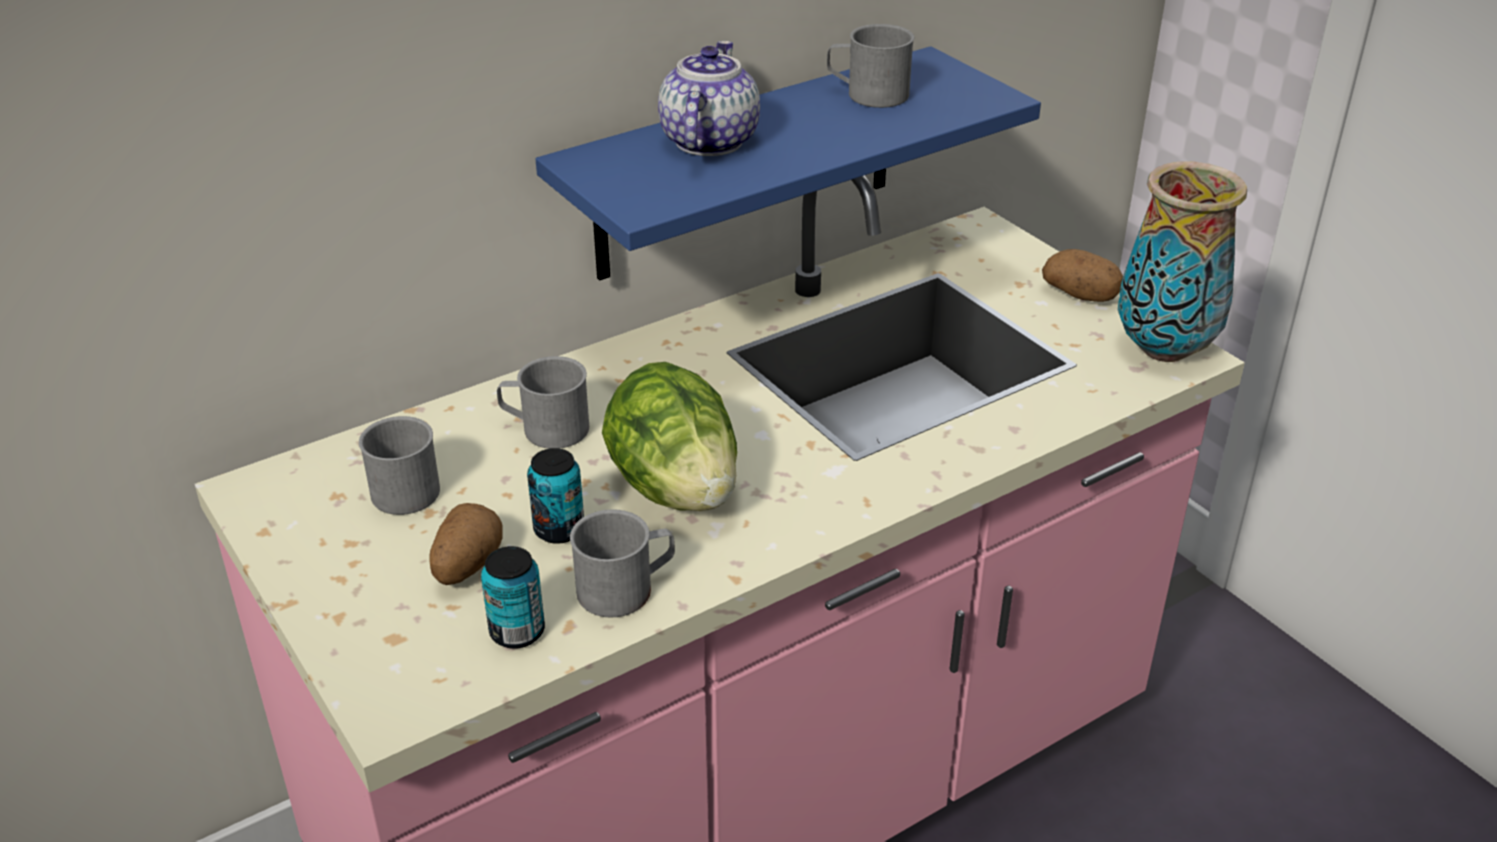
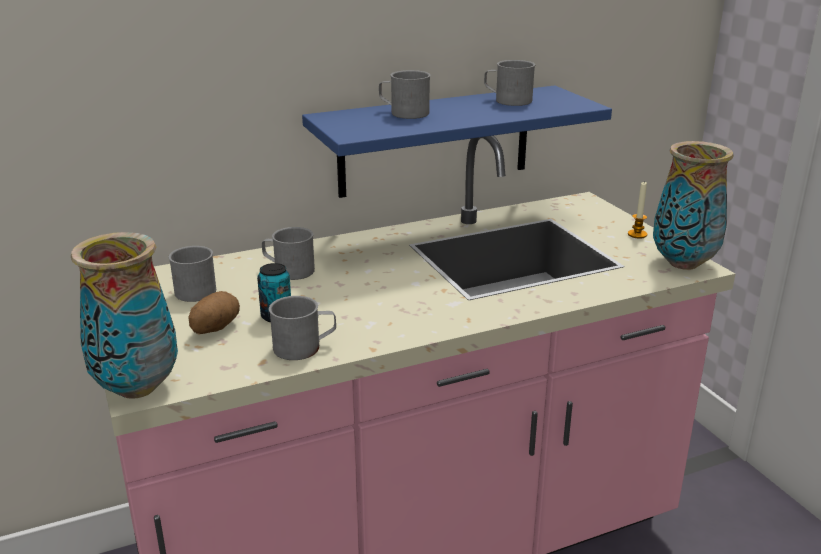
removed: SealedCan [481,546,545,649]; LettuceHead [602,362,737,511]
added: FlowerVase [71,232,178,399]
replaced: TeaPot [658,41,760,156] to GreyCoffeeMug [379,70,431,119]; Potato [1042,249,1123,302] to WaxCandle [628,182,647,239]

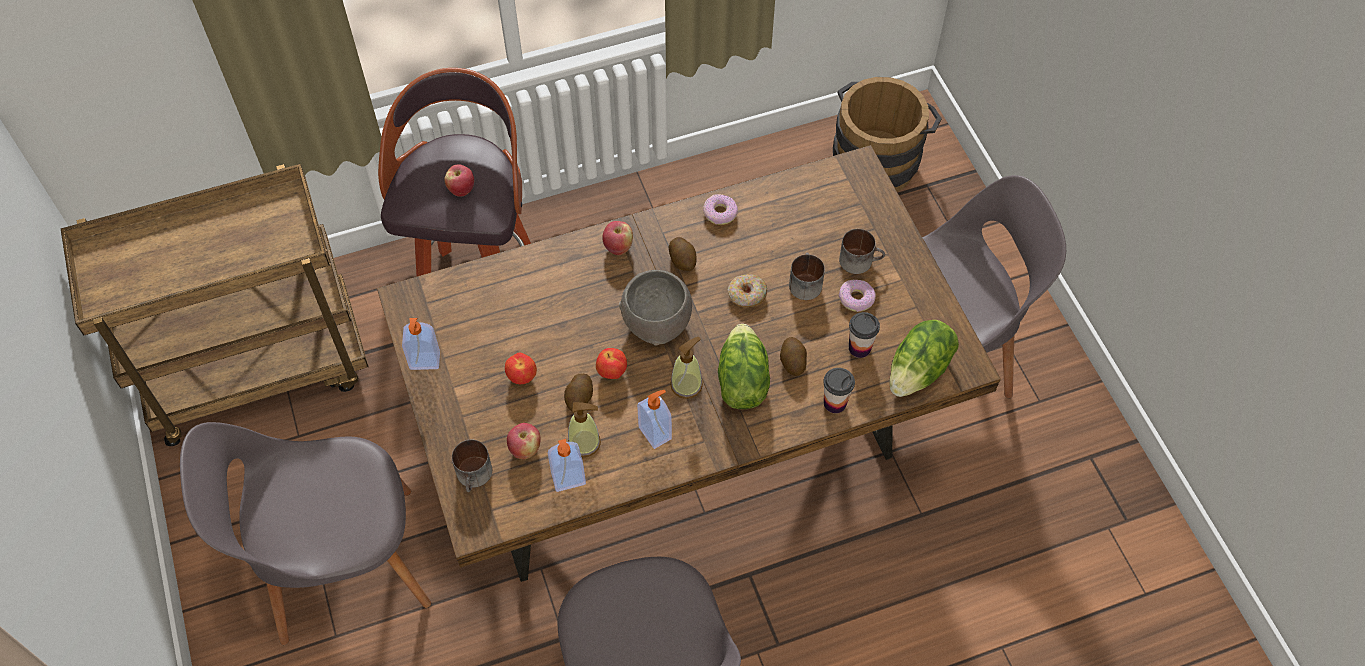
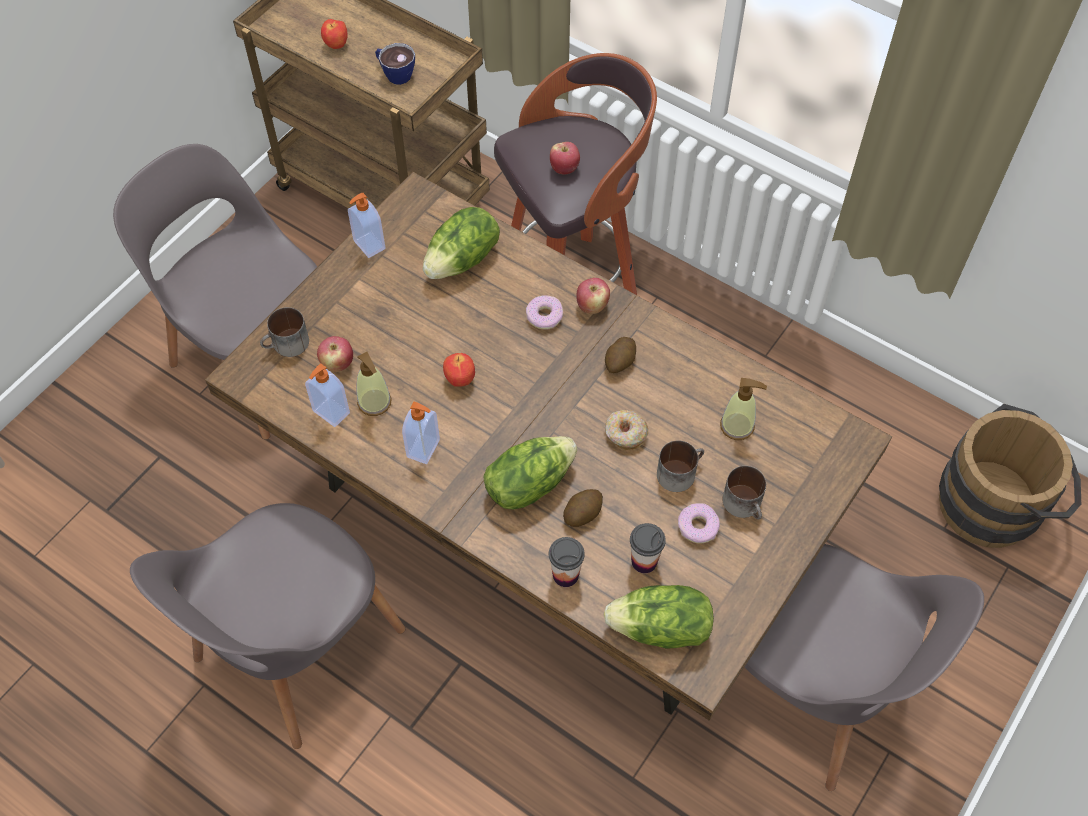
removed: Potato [564,374,593,411]; GreyBowl [619,270,692,345]
added: Cup [375,43,415,85]; LettuceHead [423,207,500,279]
moved: AppleFruit [505,352,537,384] to [321,19,348,49]; LiquidSoapBottle [670,337,703,399] to [720,378,767,440]; Donut [703,194,738,225] to [526,295,563,329]

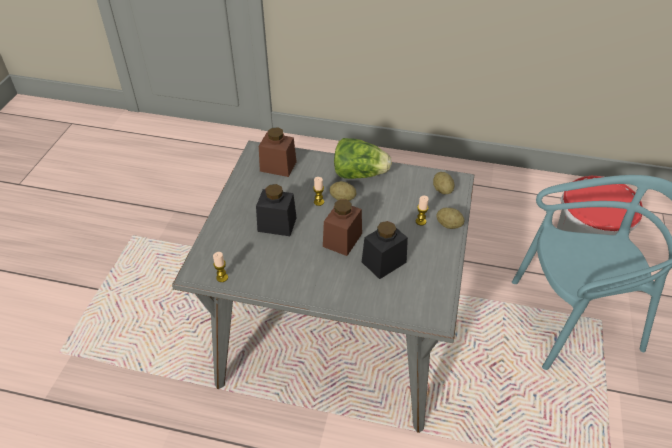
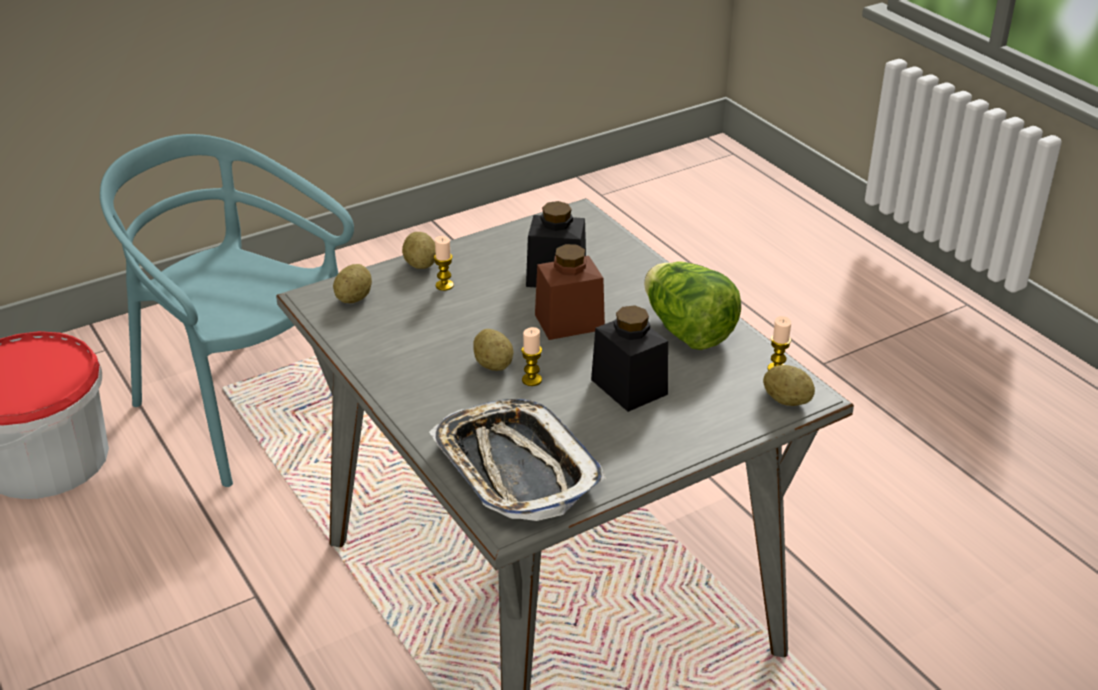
added: Potato [763,365,815,406]
moved: LettuceHead [334,138,392,179] to [644,261,741,350]
replaced: BrownColouredJar [259,127,297,177] to Tray [429,399,606,521]

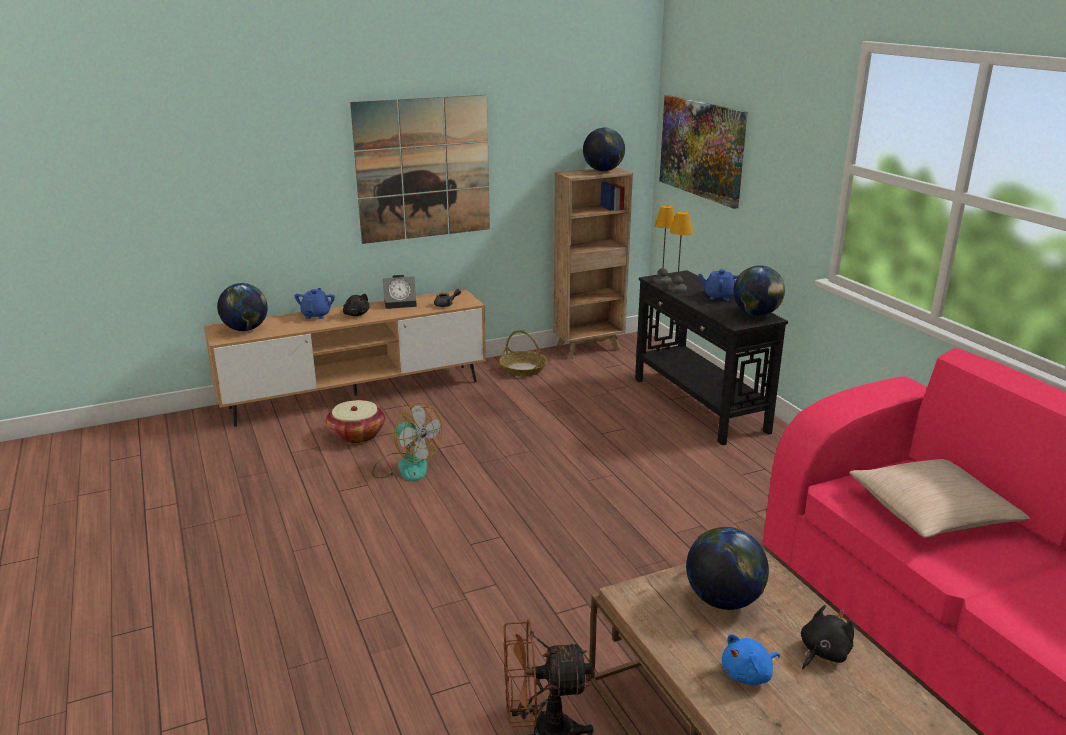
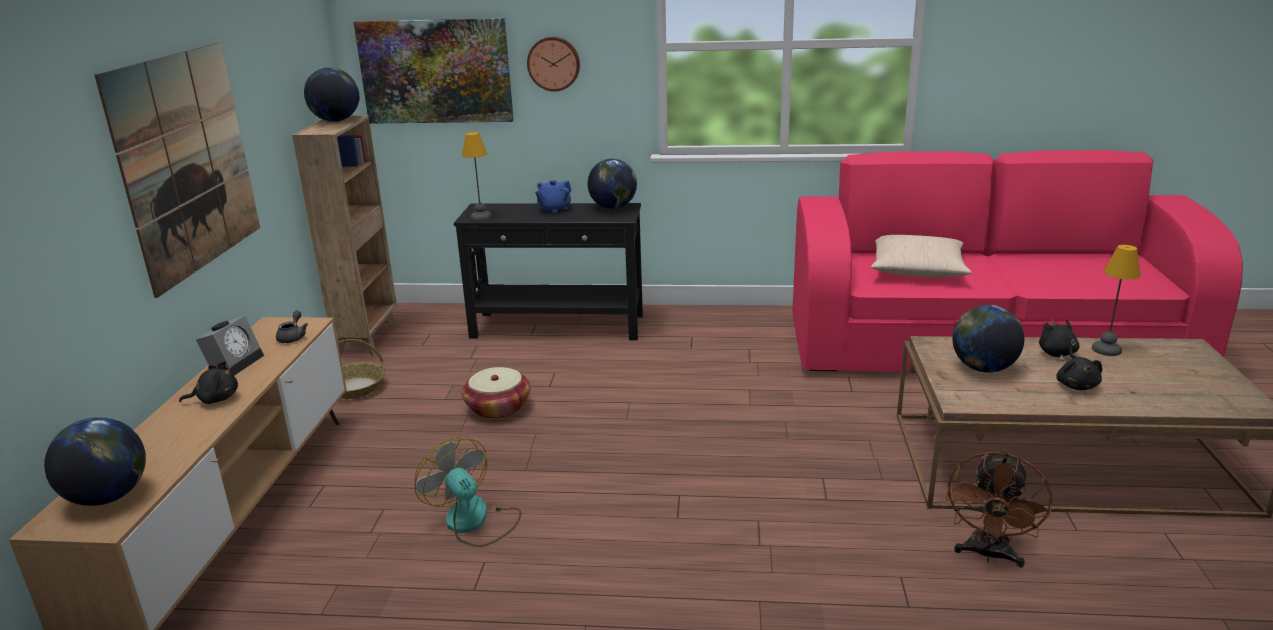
removed: BlueColouredTeaPot [294,288,335,319]
added: WallClock [527,37,580,92]
moved: Basket [326,400,385,444] to [462,367,530,419]; LampForATable [668,211,693,292] to [1092,245,1141,356]
recoloured: BlueColouredSoftToy [722,634,780,685] to BlackSoftToy [1056,357,1103,390]
turned: CoolingFan [372,403,442,481] = [415,437,522,547] 105 degrees counterclockwise

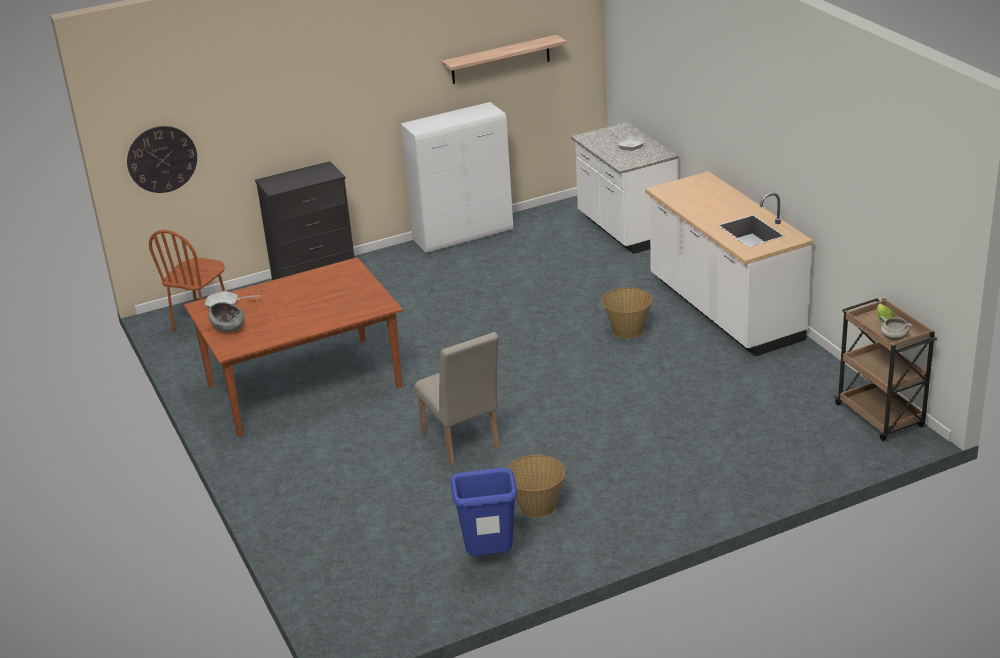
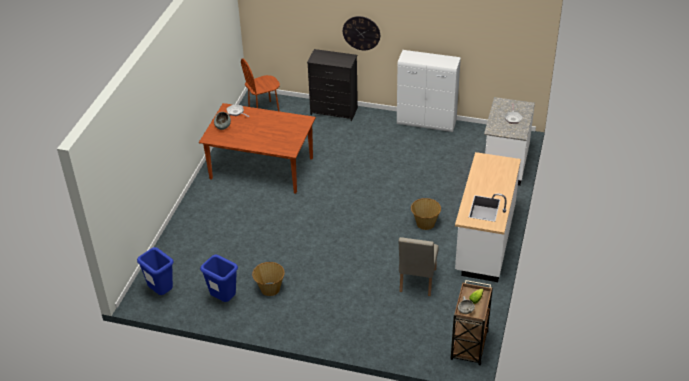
removed: WallShelf [442,35,567,84]
added: BlueColouredTrashCan [137,247,174,295]
moved: WallClock [127,126,197,193] to [343,16,380,50]; BeigePlainChair [415,332,500,465] to [399,237,439,296]

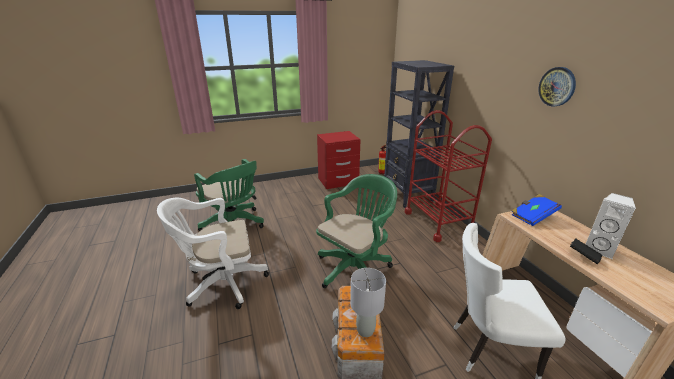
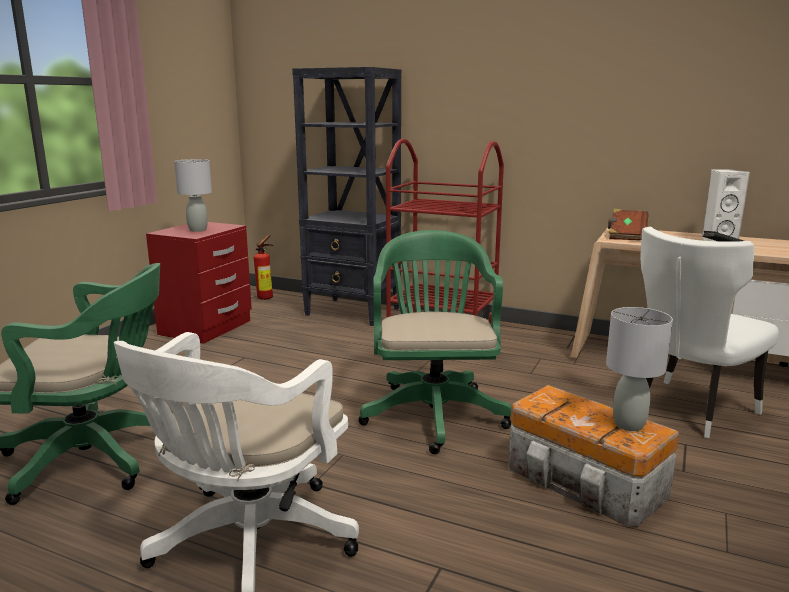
removed: WallClock [539,67,576,106]
added: GreyLampForATable [174,159,212,232]
recoloured: BlueColouredBook [512,194,562,226] to BrownColouredBook [608,209,649,240]

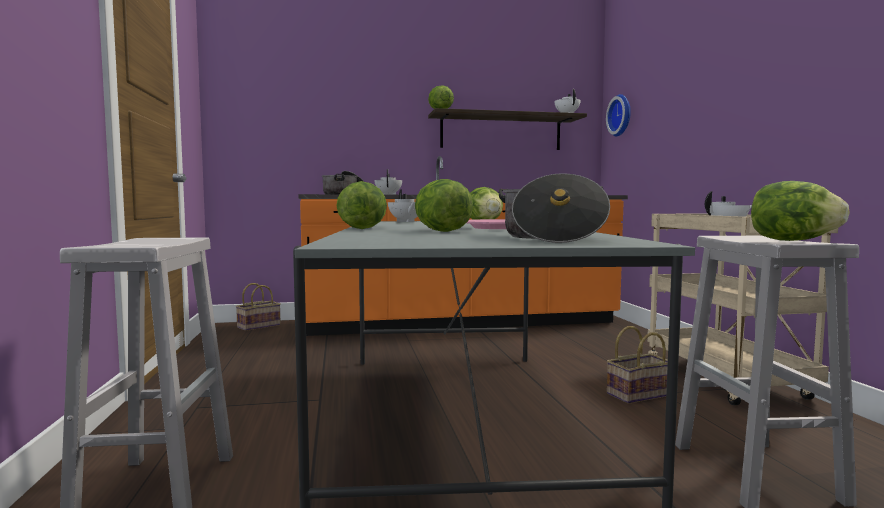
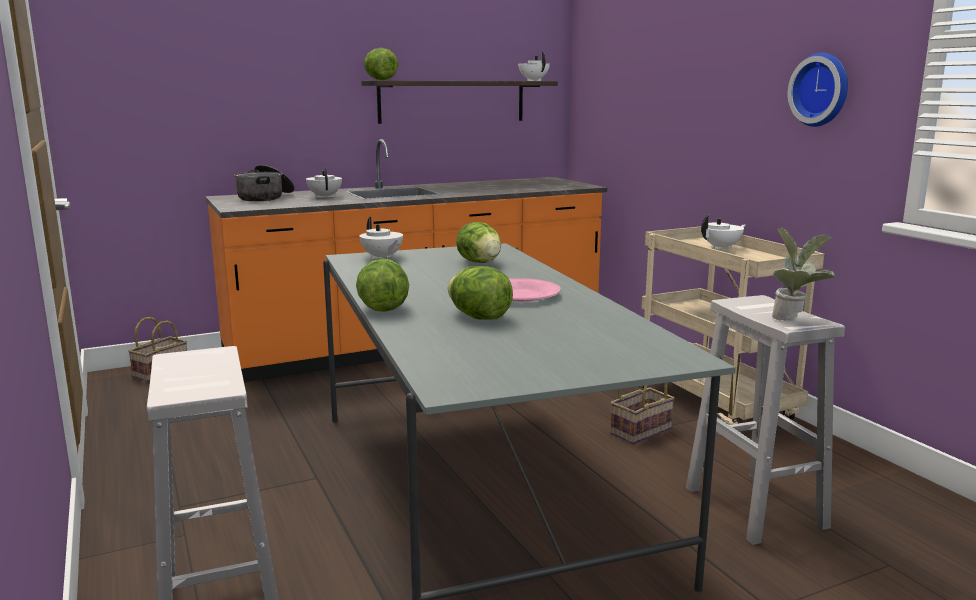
removed: Stockpot [499,173,610,243]
moved: WallClock [606,94,631,137] to [788,52,848,127]
replaced: LettuceHead [751,181,850,241] to PlantInAPot [772,227,835,321]

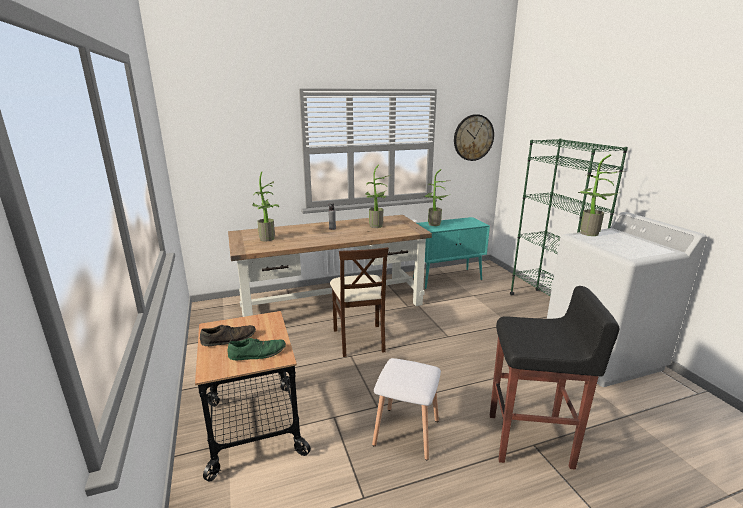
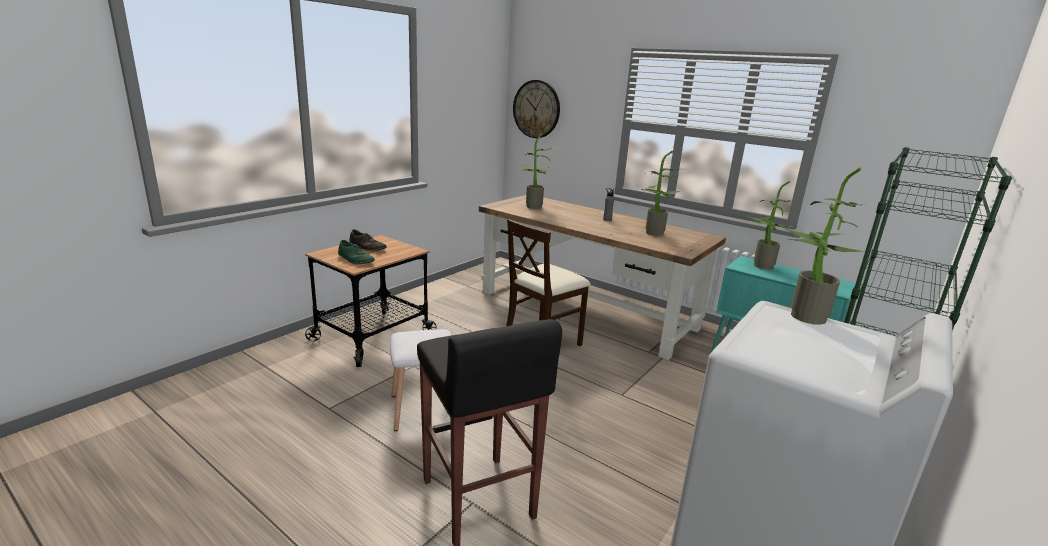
moved: WallClock [454,114,494,161] to [513,80,560,138]

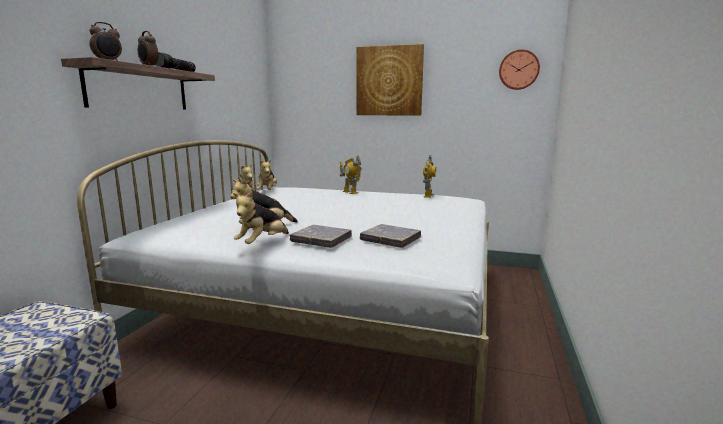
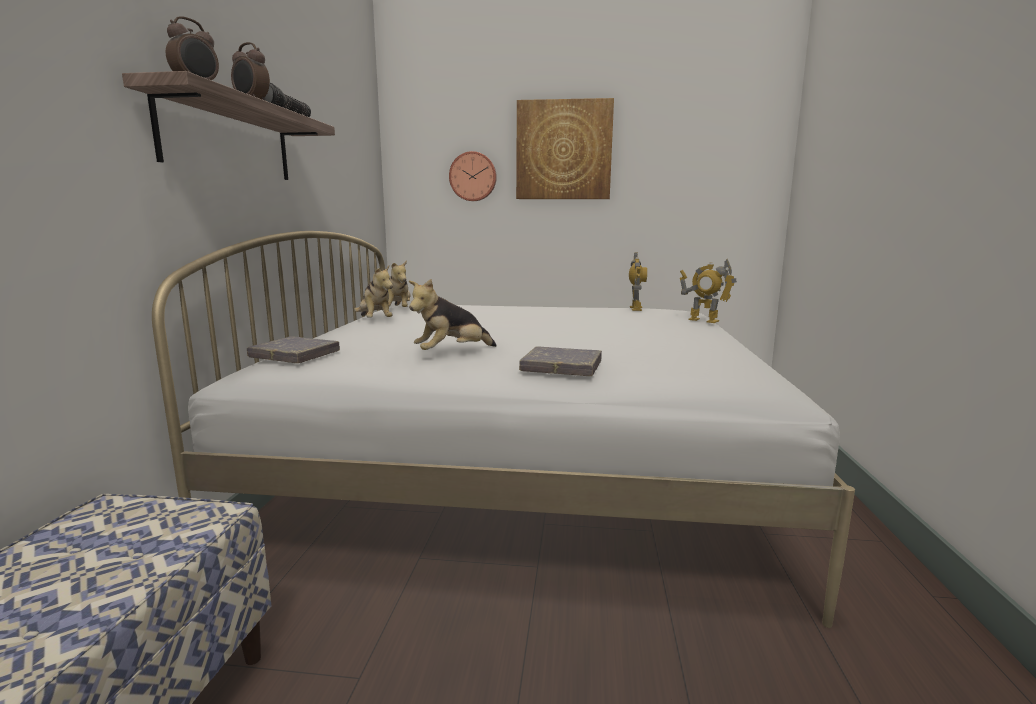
removed: SoftToy [233,191,289,244]
moved: RobotFigure [340,155,362,194] to [680,259,737,323]; GreyBook [360,224,421,248] to [247,336,340,363]; WallClock [499,49,540,90] to [449,151,497,201]

